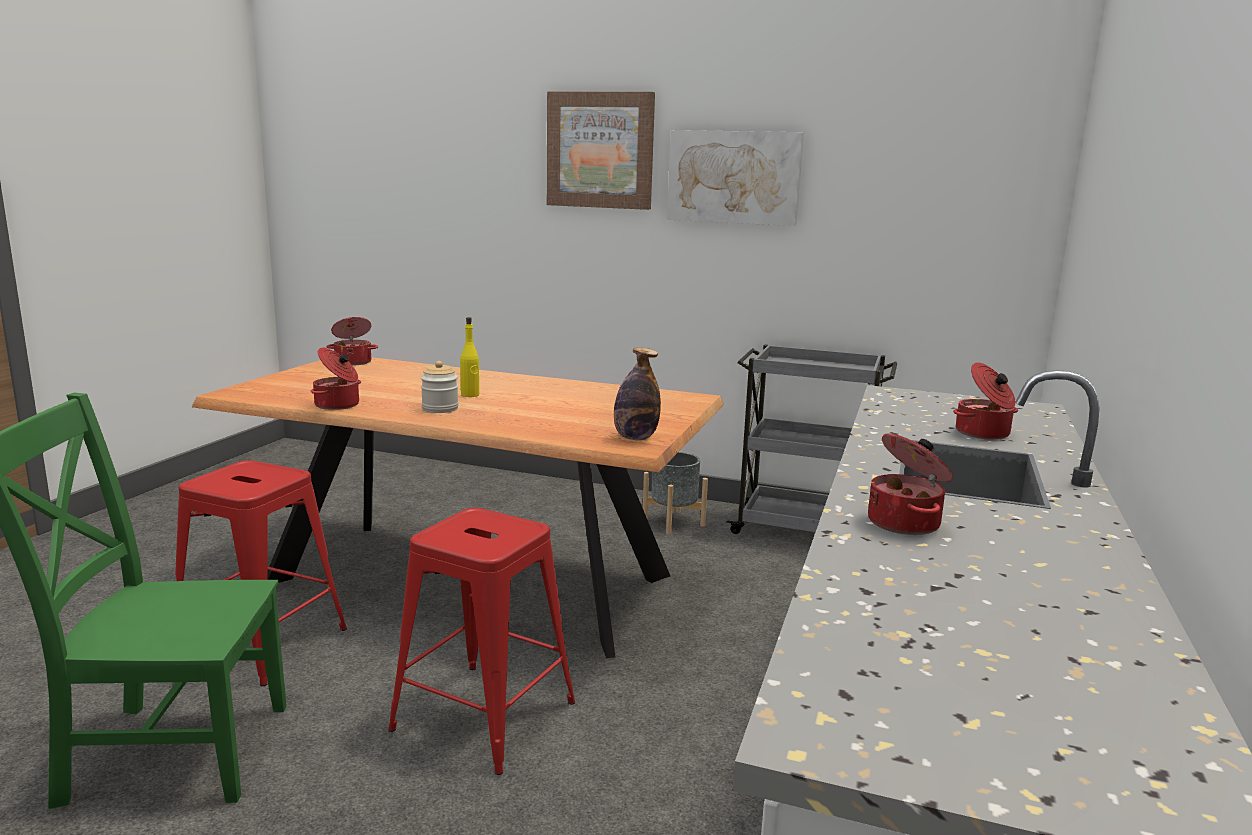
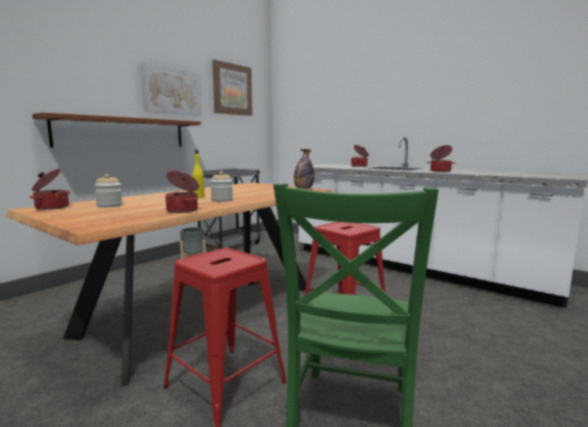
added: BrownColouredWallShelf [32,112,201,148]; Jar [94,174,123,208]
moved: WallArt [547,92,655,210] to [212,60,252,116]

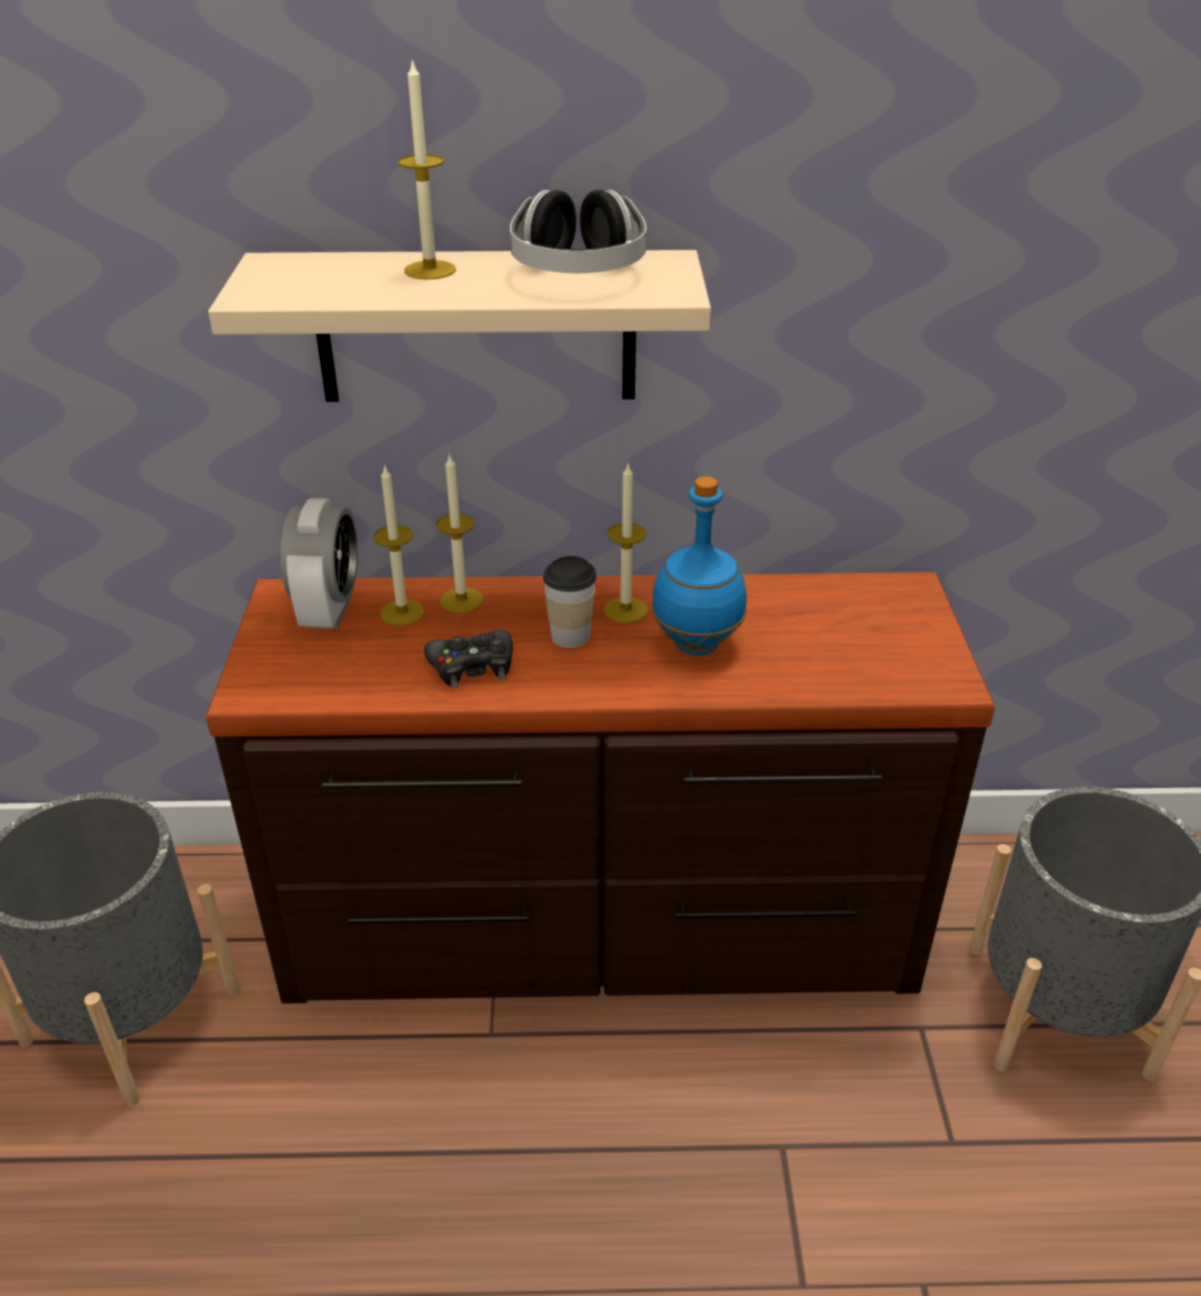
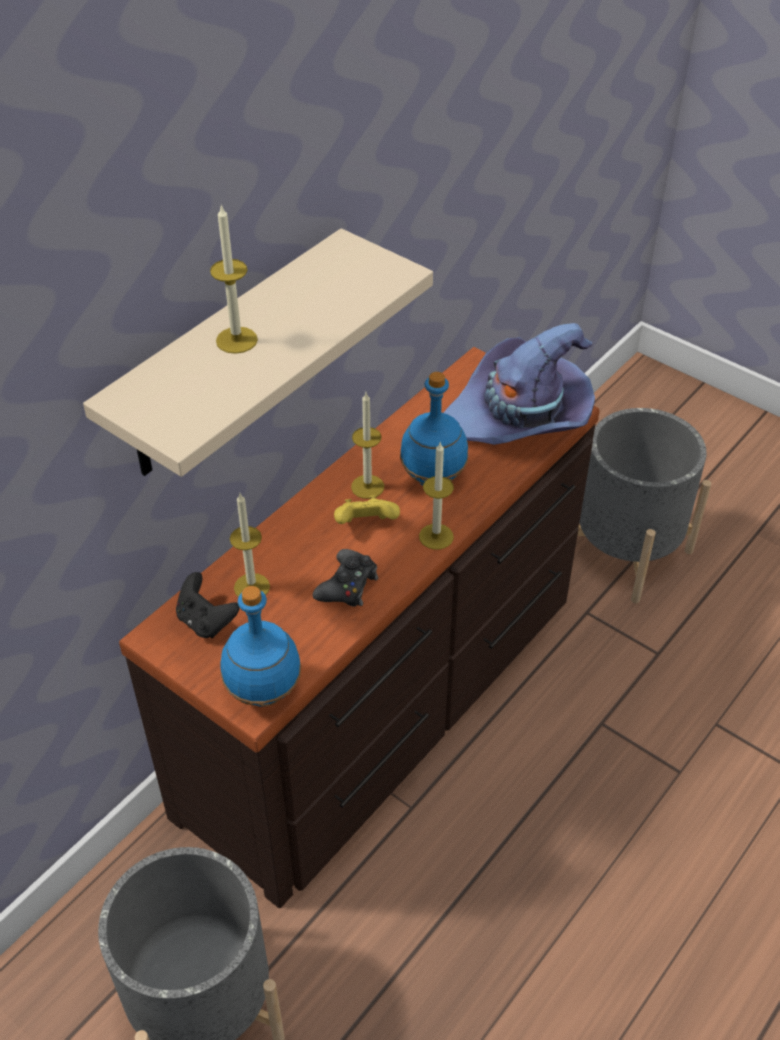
removed: Headphones [510,190,646,273]
added: BlueColouredBottle [220,586,301,707]; PurpleWearableHat [444,323,595,445]
moved: WaxCandle [436,453,484,613] to [419,443,454,550]
replaced: AlarmClock [280,498,358,629] to BlackJoypad [176,572,239,638]; Cup [543,556,596,648] to YellowJoypad [334,495,400,524]

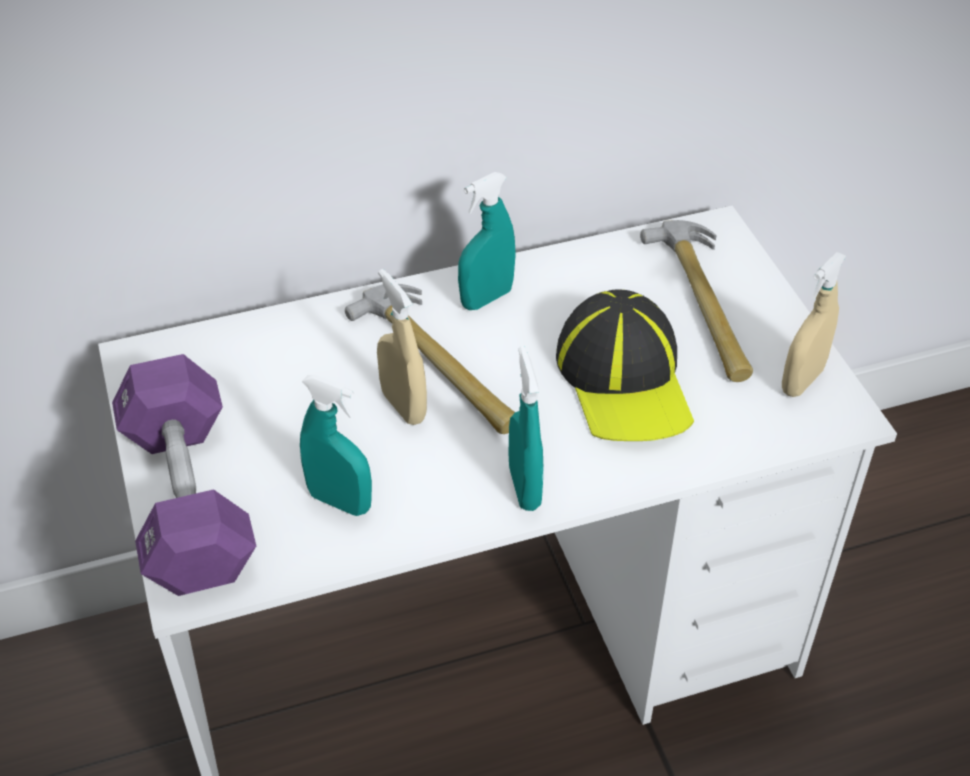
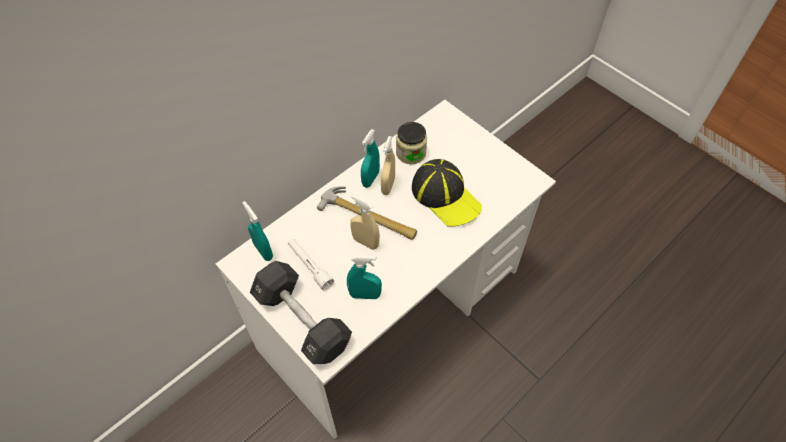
removed: ToolHammer [640,220,753,382]
added: WhiteHandTorch [288,239,334,290]; Jar [396,122,427,164]
moved: TurquoiseColouredHandSprayer [509,346,543,511] to [243,201,273,261]; BeigeHandSprayer [782,252,846,397] to [381,136,395,195]
recoloured: PurpleFreeWeight [112,354,256,596] to BlackFreeWeight [250,261,352,364]

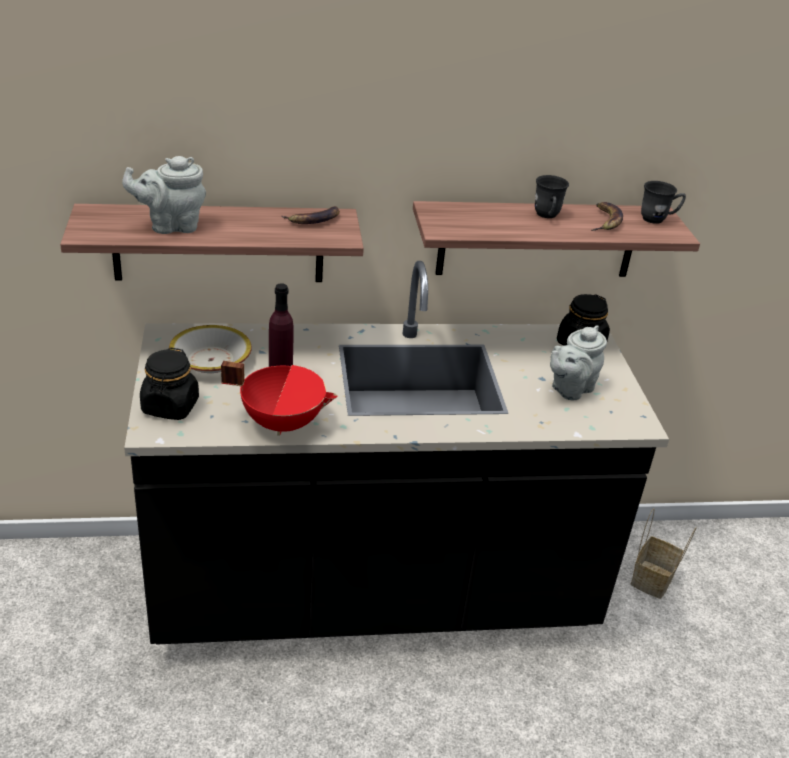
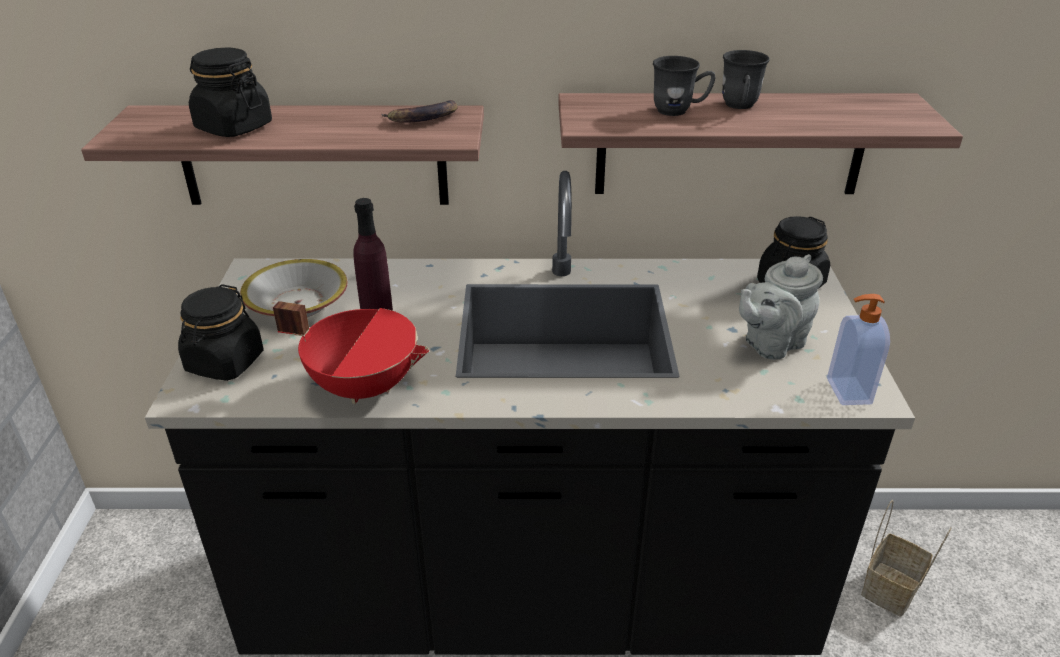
removed: WholeBanana [592,202,623,231]
added: LiquidSoapBottle [827,294,890,405]
moved: GreyCoffeeMug [641,181,686,224] to [653,56,716,116]
replaced: GreyTeaPot [122,156,206,234] to BlackJar [189,48,272,137]

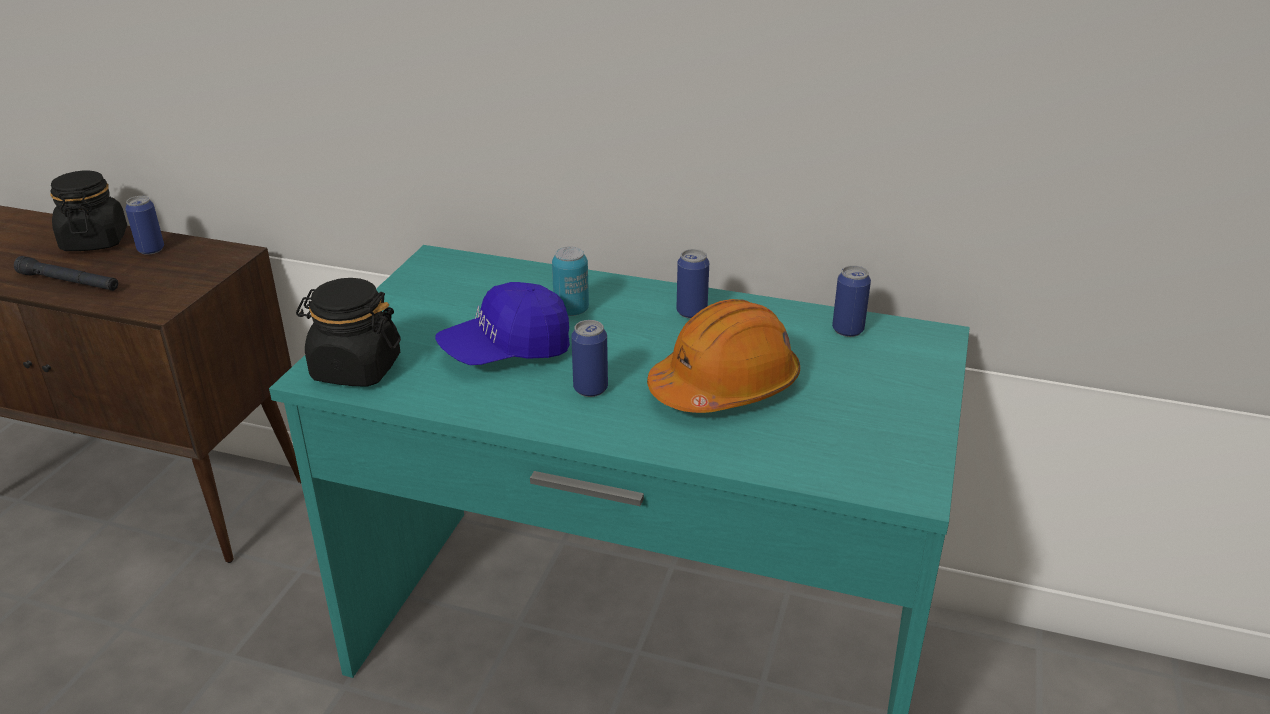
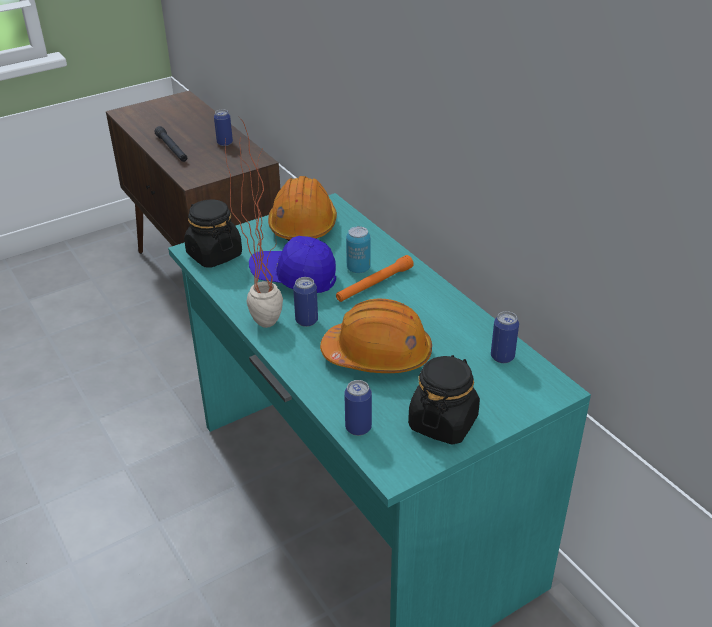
added: PlantInAPot [225,117,283,328]; OrangeyWorkHelmet [268,176,337,241]; OrangeyHandTorch [336,255,414,302]
moved: BlackJar [50,171,127,251] to [408,355,480,445]; SealedCan [677,249,709,319] to [344,380,372,436]

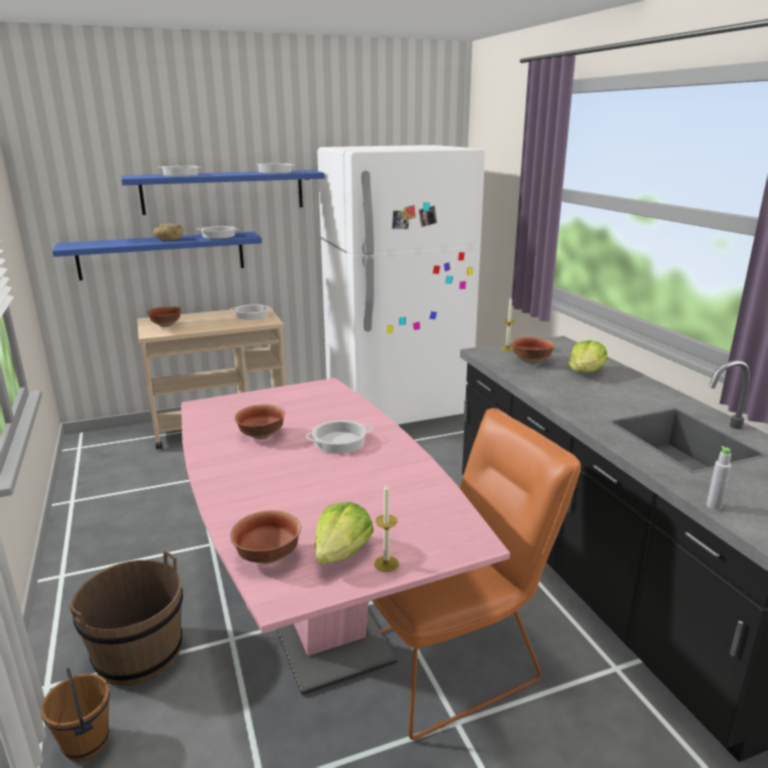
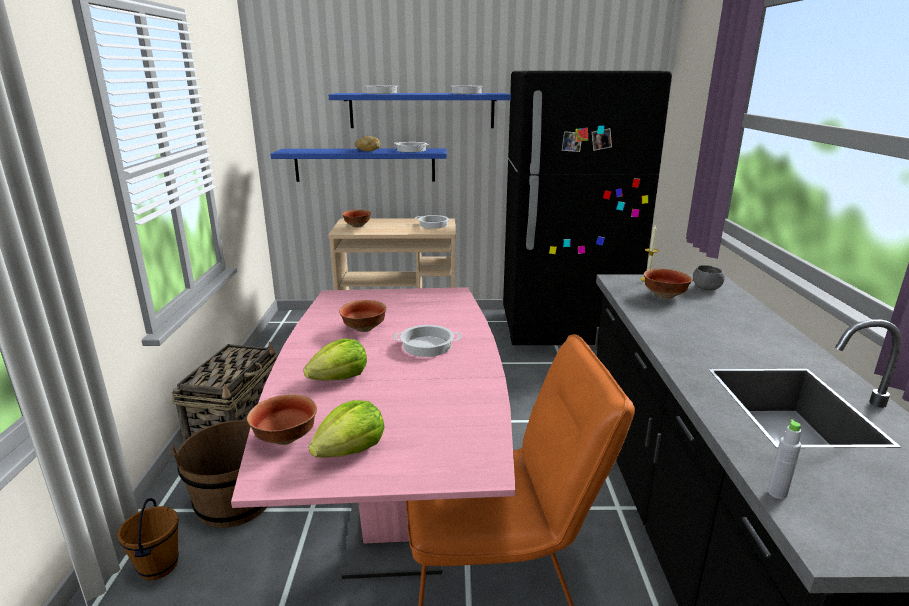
removed: WaxCandle [374,483,399,572]
added: Basket [172,342,277,441]; GreyBowl [693,265,725,290]
moved: LettuceHead [568,340,607,373] to [303,338,367,381]
recoloured: WhiteKitchenFridge [317,145,485,425] to BlackKitchenFridge [503,71,672,345]

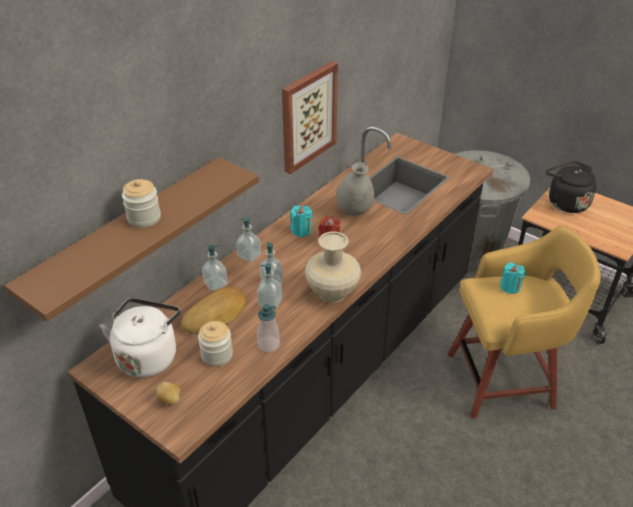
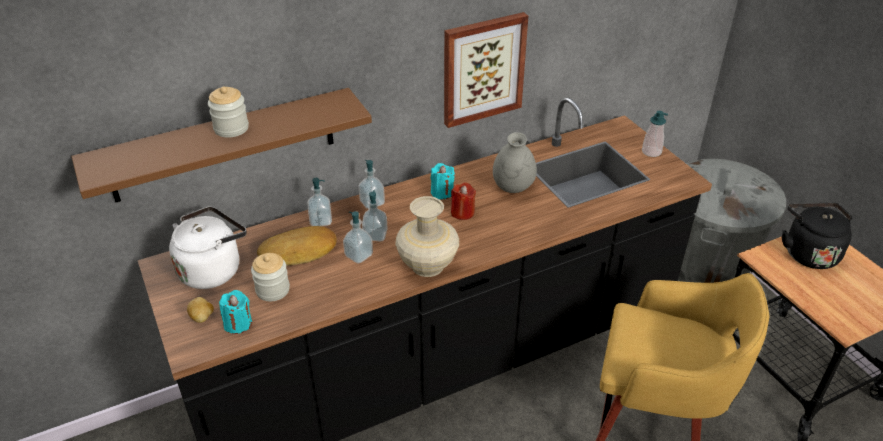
moved: LiquidSoapBottle [257,304,280,352] to [642,111,668,157]; TurquoiseColouredWaxCandle [500,263,526,294] to [219,290,252,334]

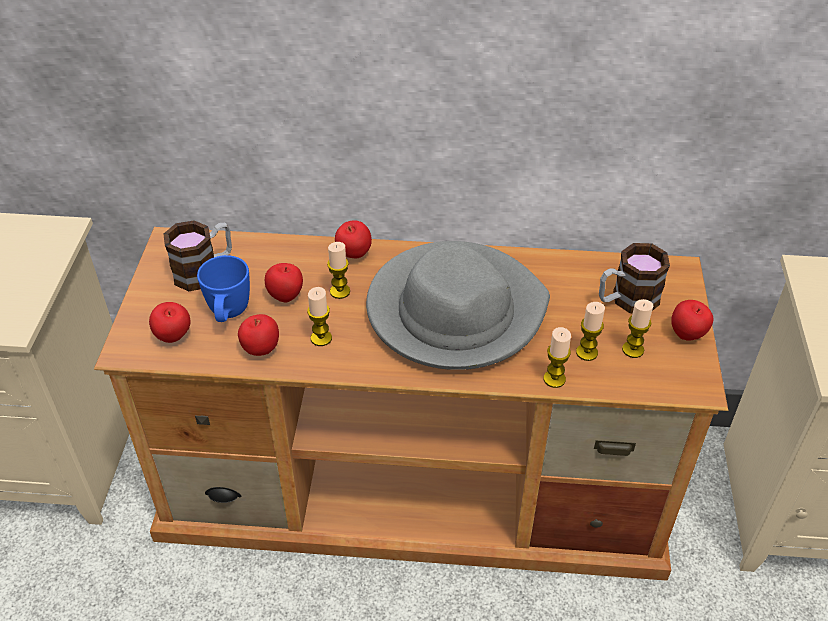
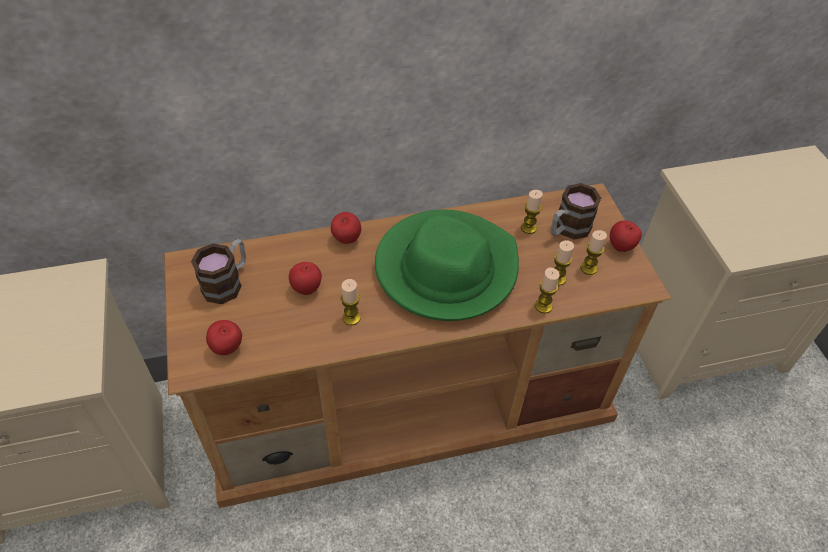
removed: BlueColouredCoffeeMug [197,255,250,322]; AppleFruit [238,314,279,356]
moved: WaxCandle [327,242,350,299] to [521,190,543,234]
recoloured: GreyWearableHat [366,241,550,370] to GreenColouredWearableHat [375,210,519,321]

